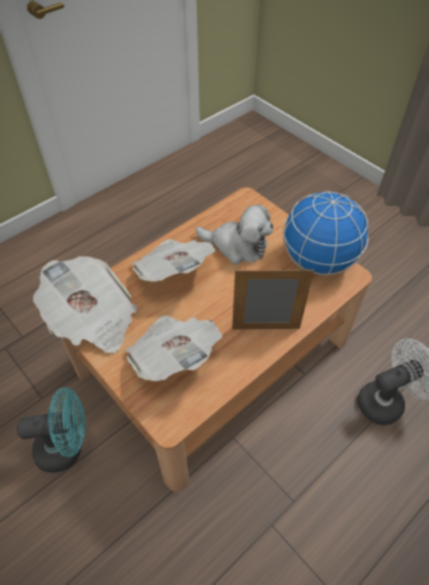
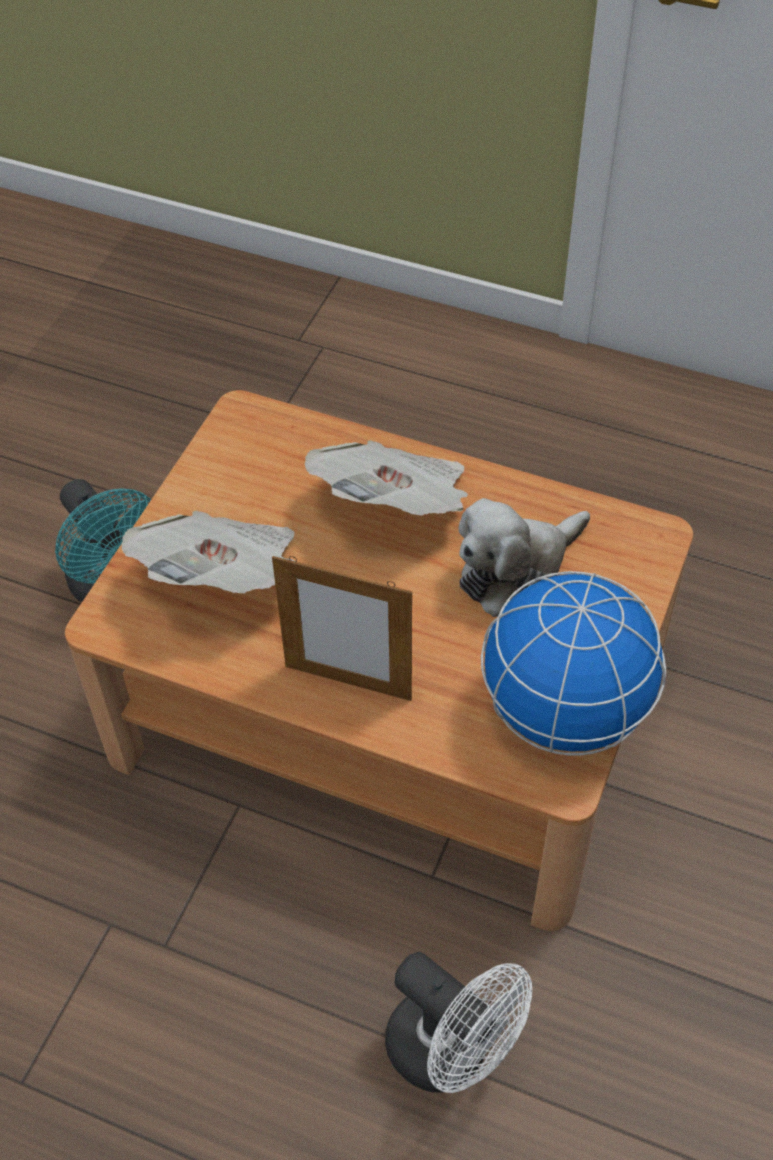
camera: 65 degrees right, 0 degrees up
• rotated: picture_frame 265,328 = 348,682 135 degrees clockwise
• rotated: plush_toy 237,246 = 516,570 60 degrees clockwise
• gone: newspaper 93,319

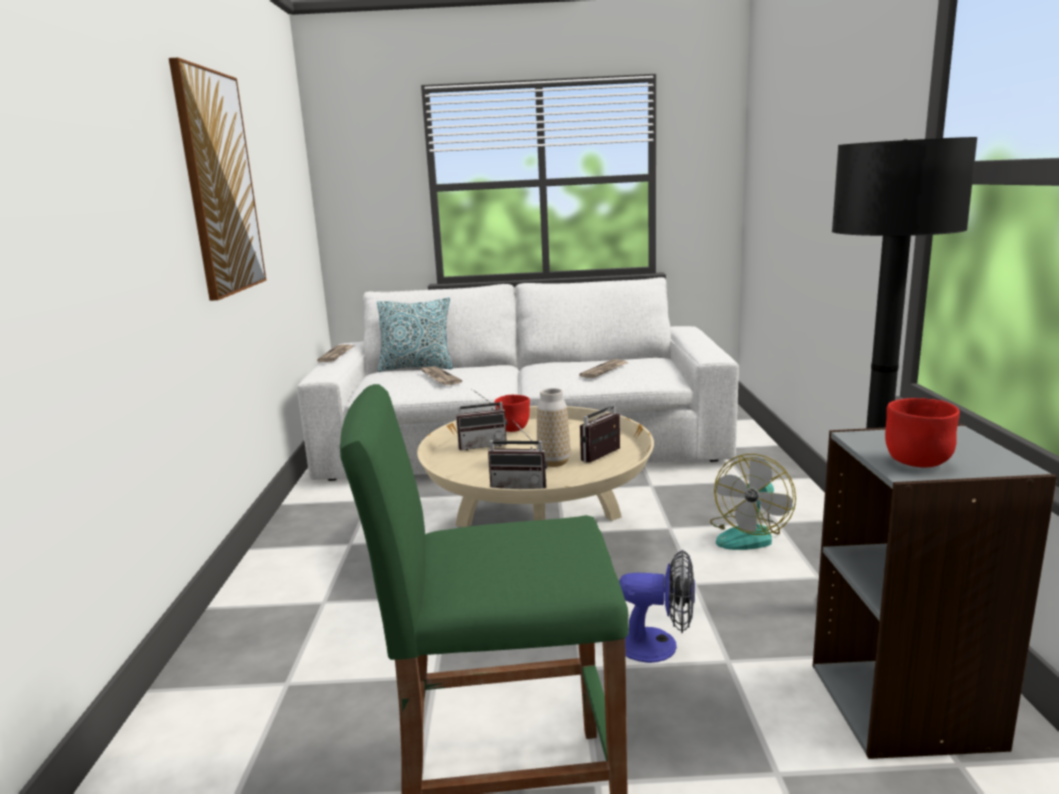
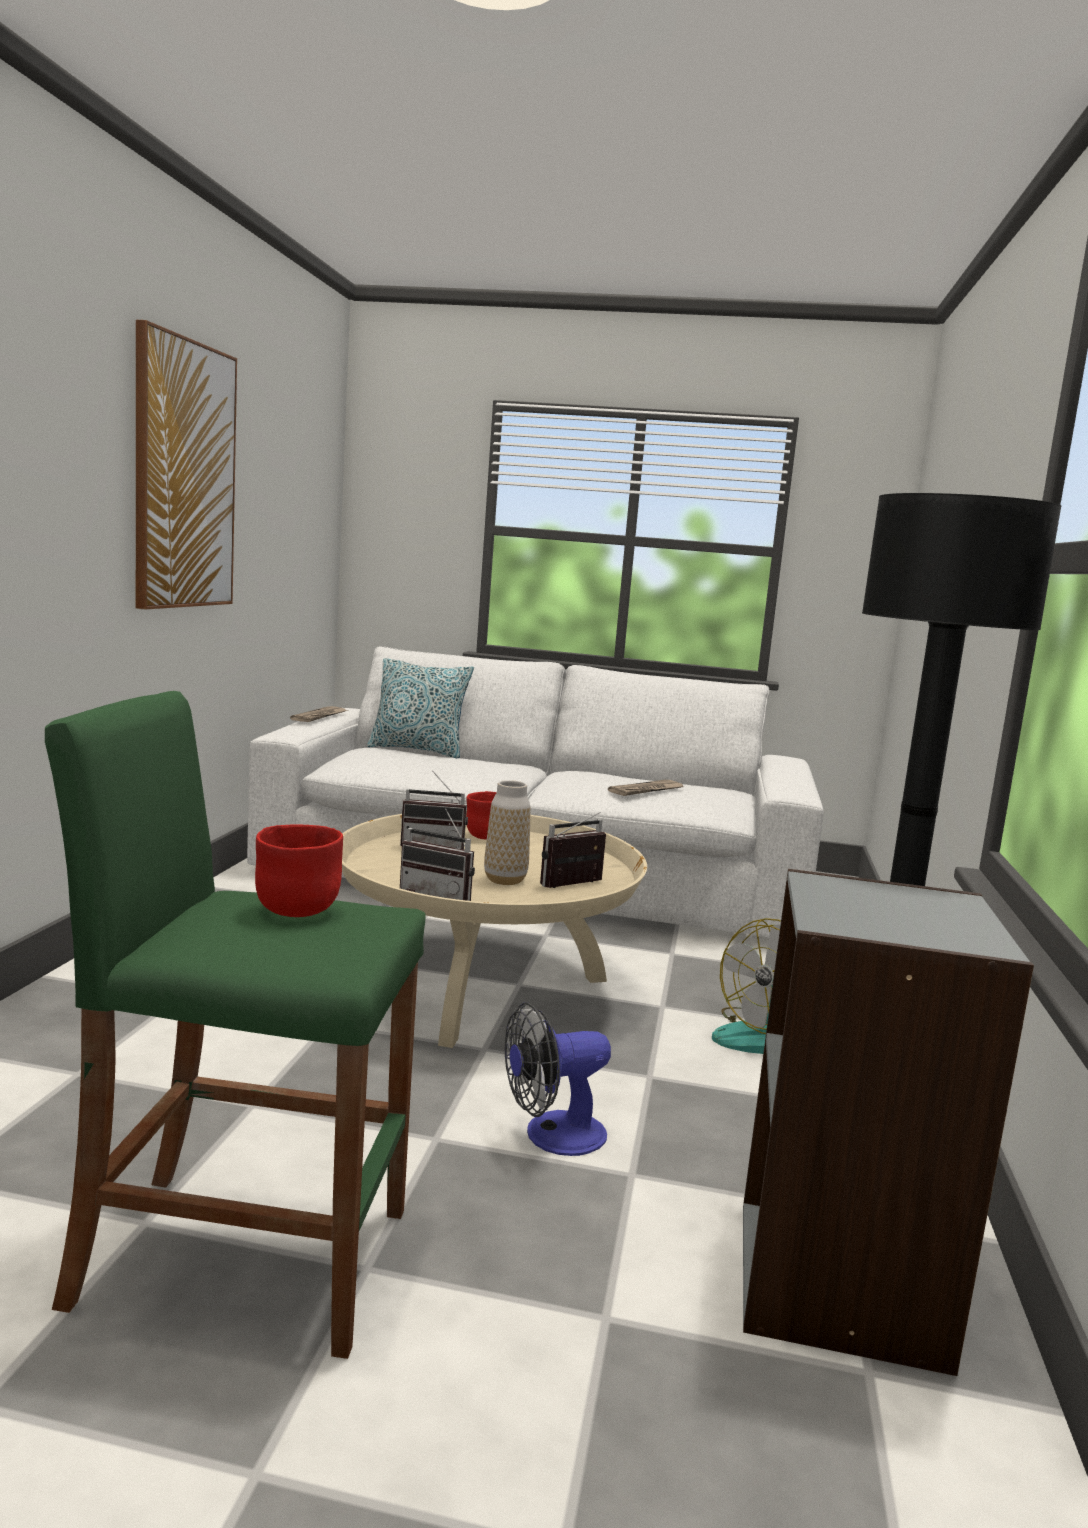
camera: 10 degrees right, 5 degrees down
• shifted: red_bowl 916,461 to 297,909
• rotated: fan 658,645 = 552,1136 135 degrees clockwise
• gone: newspaper 439,377

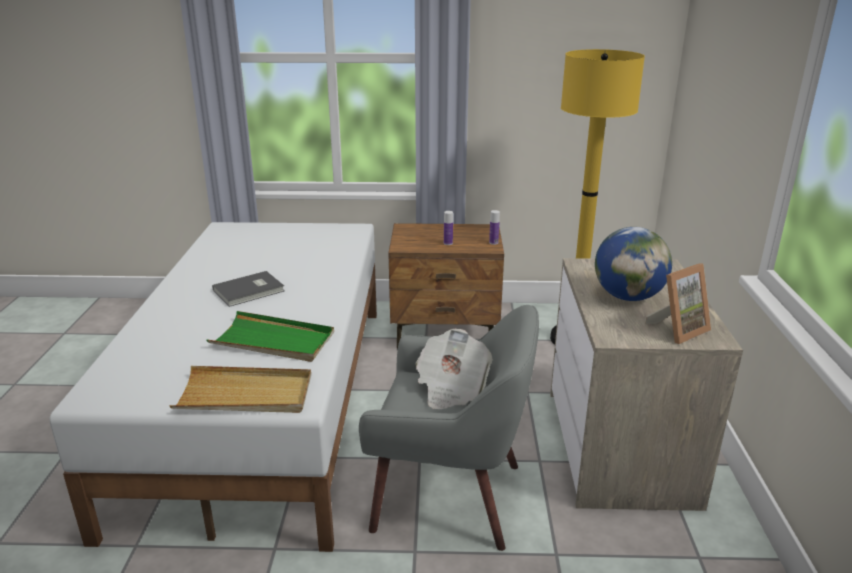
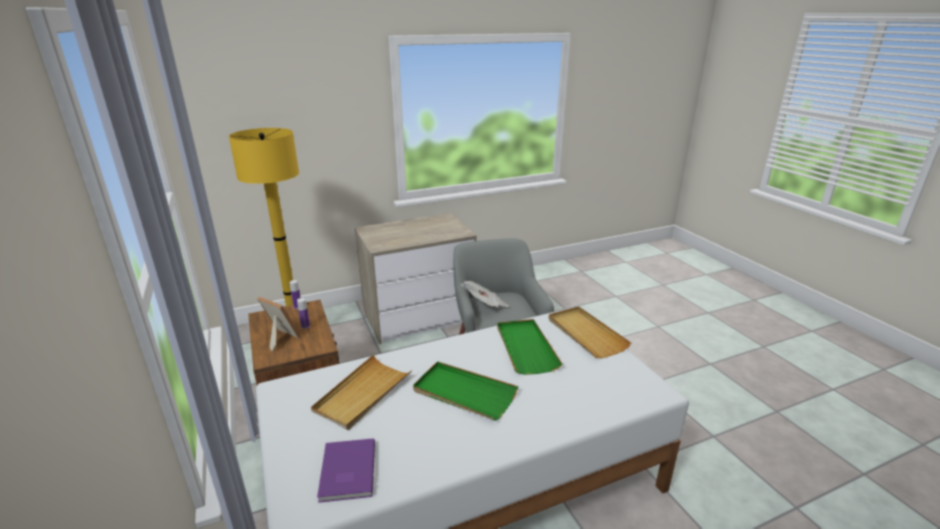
camera: 115 degrees left, 0 degrees up
• shifted: picture_frame 677,330 to 279,338
• new: beige_tray 362,394
• new: purple_book 346,472
• swapped: grey_book 250,291 to green_tray 464,393
• gone: globe 628,297

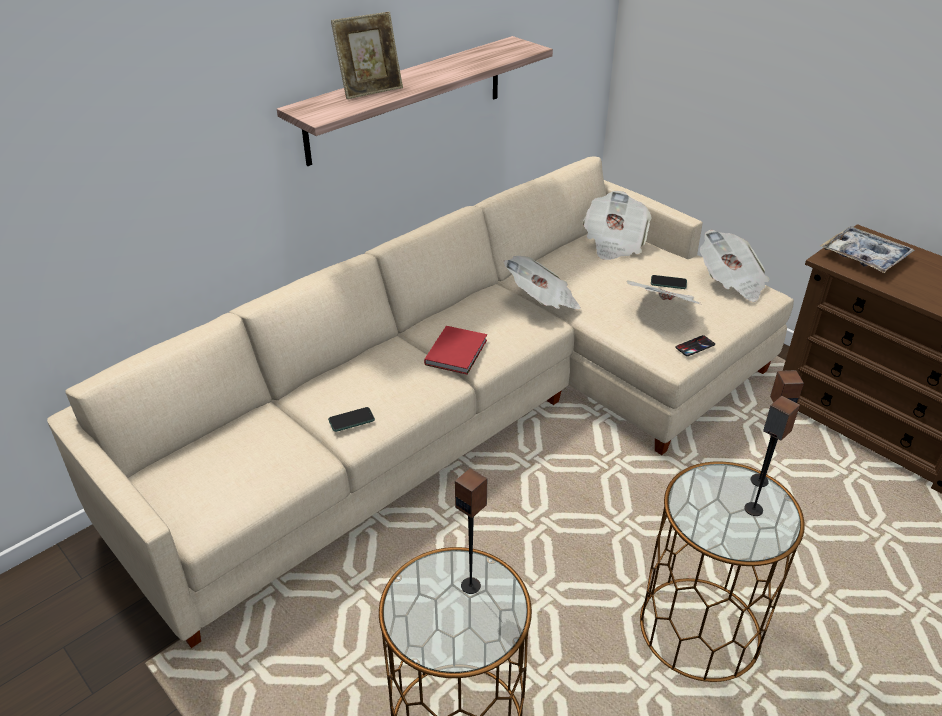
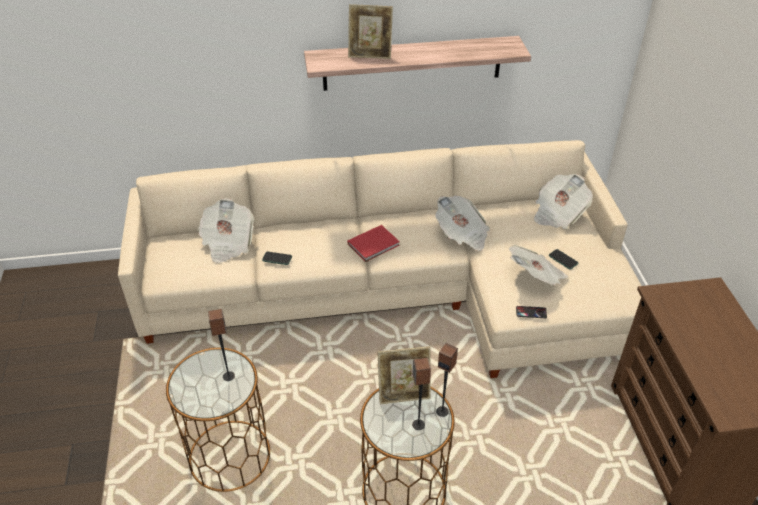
camera: 35 degrees right, 5 degrees up
• shifted: newspaper 731,282 to 227,243
• new: picture_frame 404,393
• gone: tray 864,257

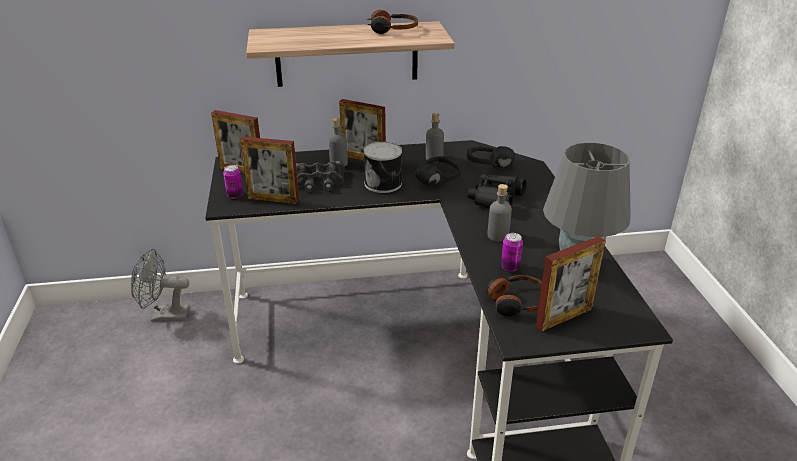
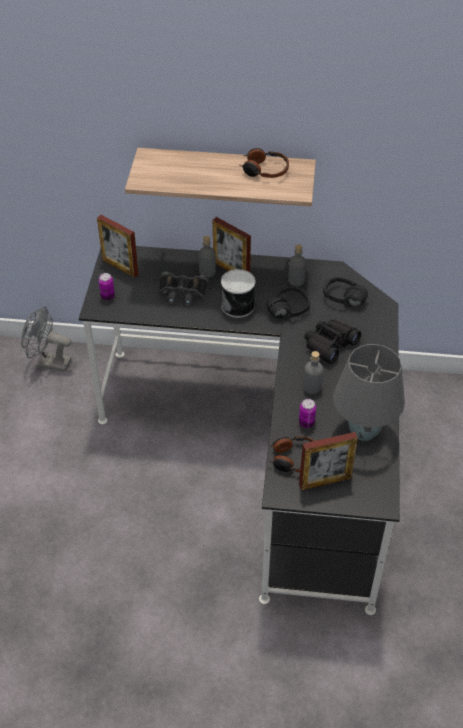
camera: 15 degrees right, 15 degrees up
• gone: picture_frame 273,199

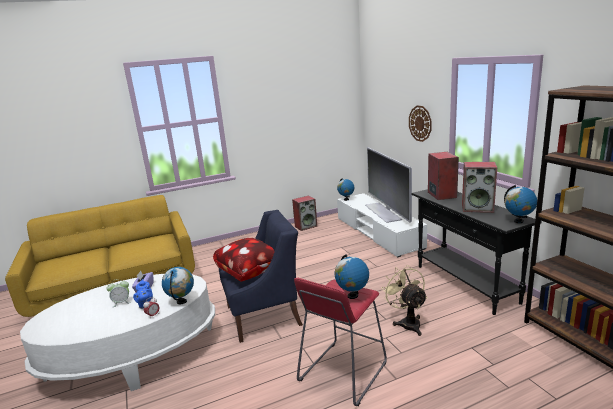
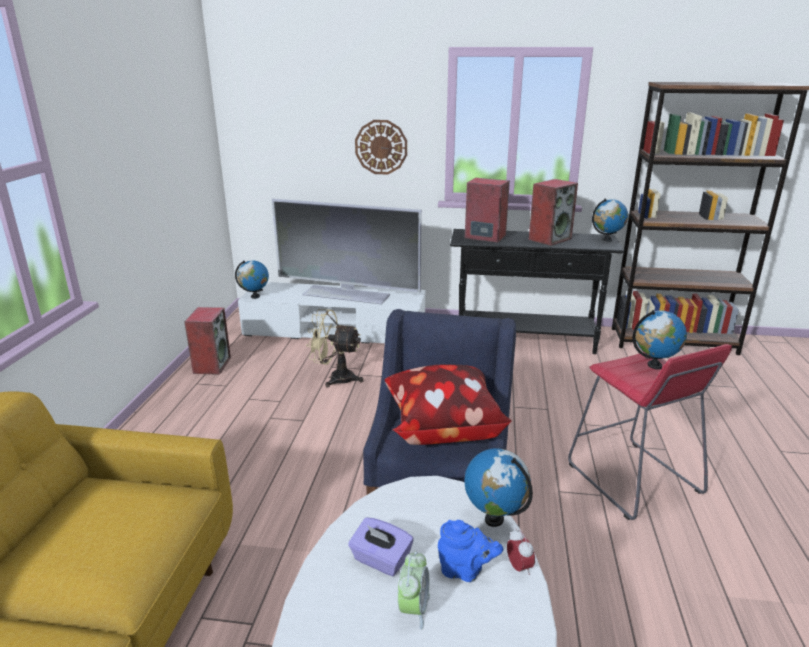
camera: 60 degrees left, 5 degrees up
• shifted: beige_fan 407,322 to 335,378

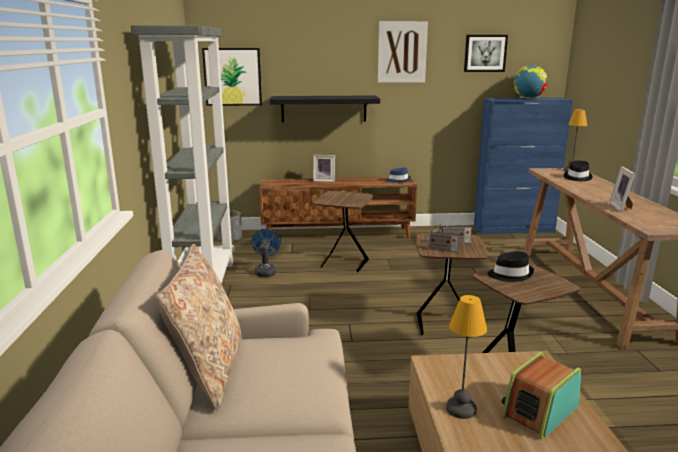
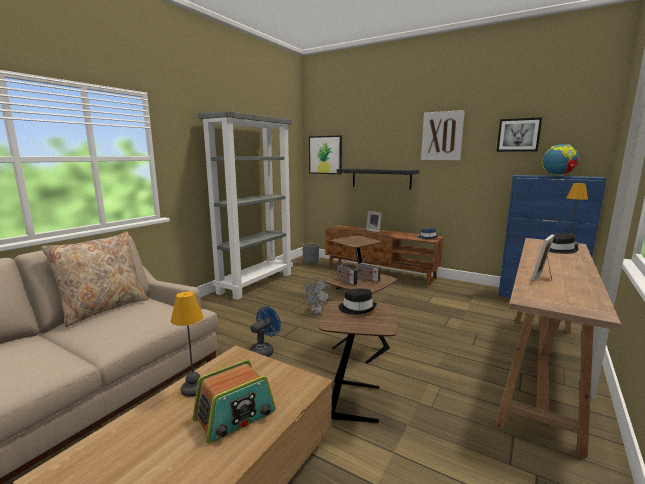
camera: 35 degrees right, 5 degrees down
• rotated: radio 540,411 = 235,416 150 degrees clockwise
• shifted: blue_fan 266,271 to 264,351
• new: grey_fan 316,312

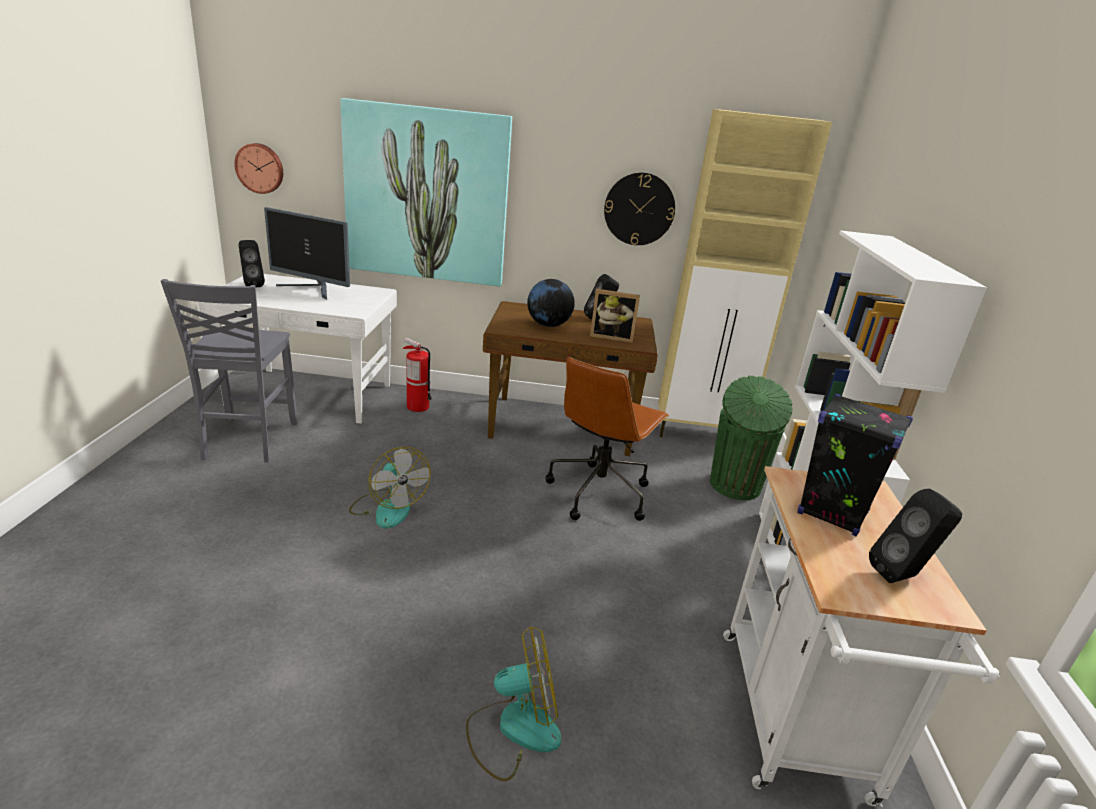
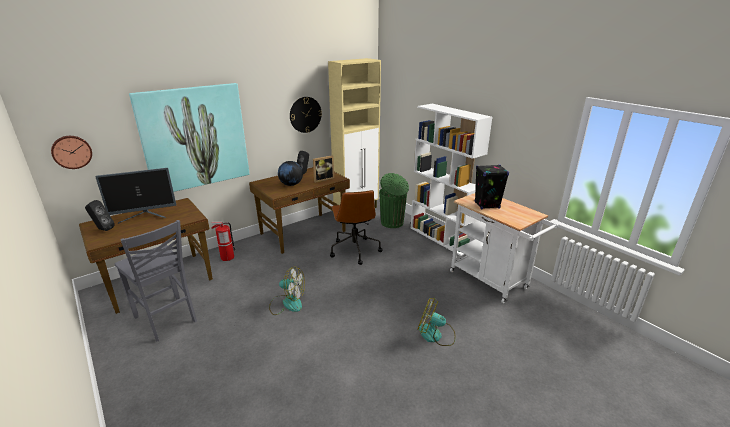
camera: 40 degrees left, 0 degrees up
• repainted: white_desk 311,396 to brown_desk 160,281
• rotated: fan 513,729 = 435,335 105 degrees counterclockwise
• gone: black_speaker 902,575

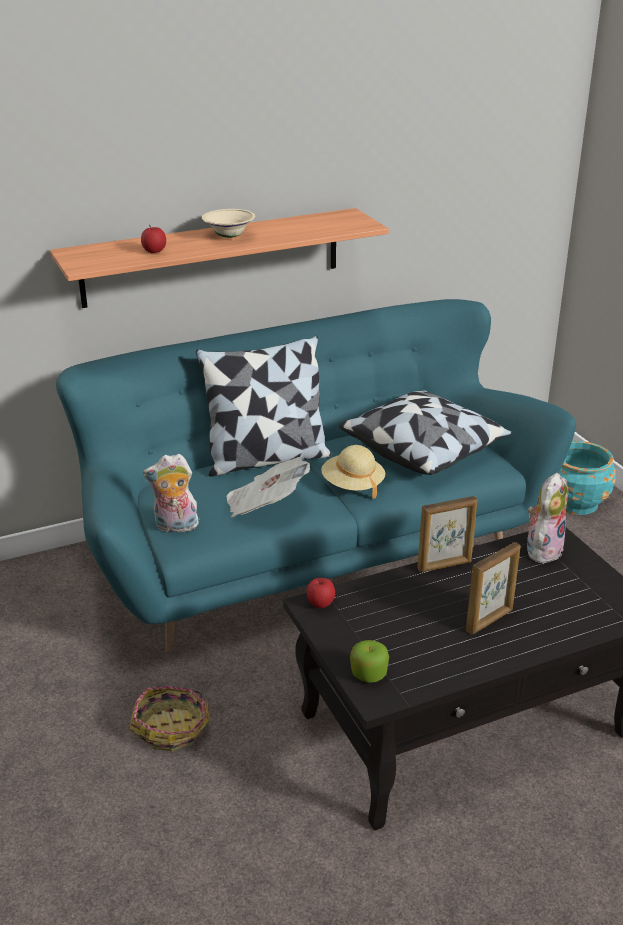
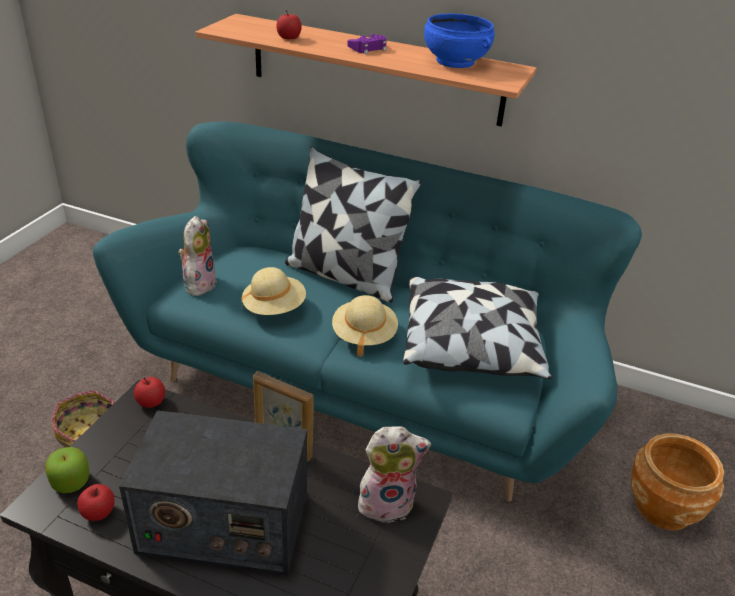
camera: 45 degrees right, 5 degrees up
• new: apple 99,512
• swapped: picture_frame 490,621 to radio 223,523
• rotated: plush_toy 175,527 = 198,283 60 degrees clockwise
• swapped: newspaper 265,506 to beige_hat 274,308
• swapped: beige_bowl 229,236 to purple_game_controller 368,48
• new: blue_bowl 454,62
• repainted: turquoise_planter 576,502 to brown_planter 664,507

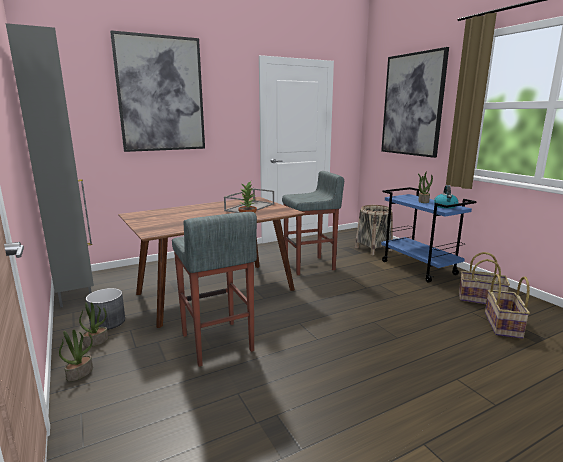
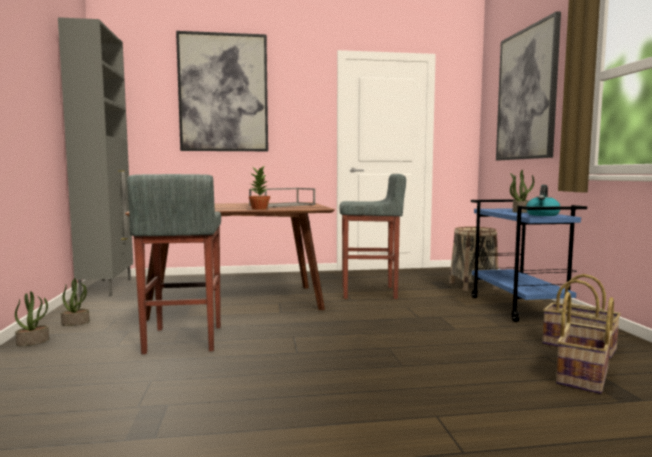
camera: 20 degrees right, 10 degrees down
• gone: grey_planter 107,322

